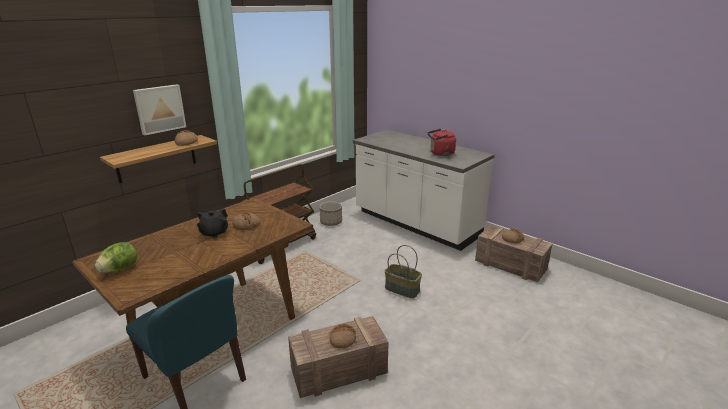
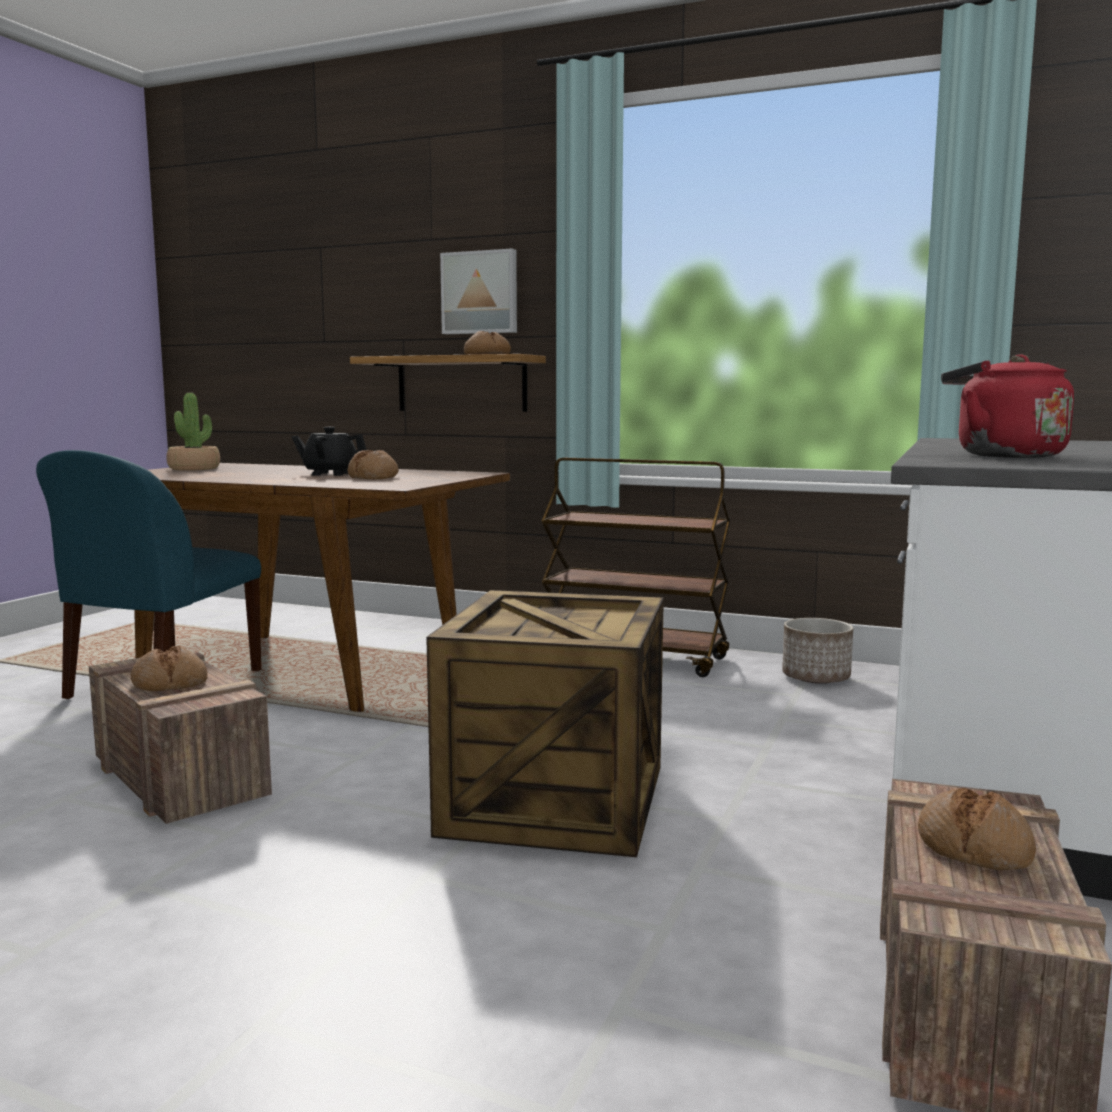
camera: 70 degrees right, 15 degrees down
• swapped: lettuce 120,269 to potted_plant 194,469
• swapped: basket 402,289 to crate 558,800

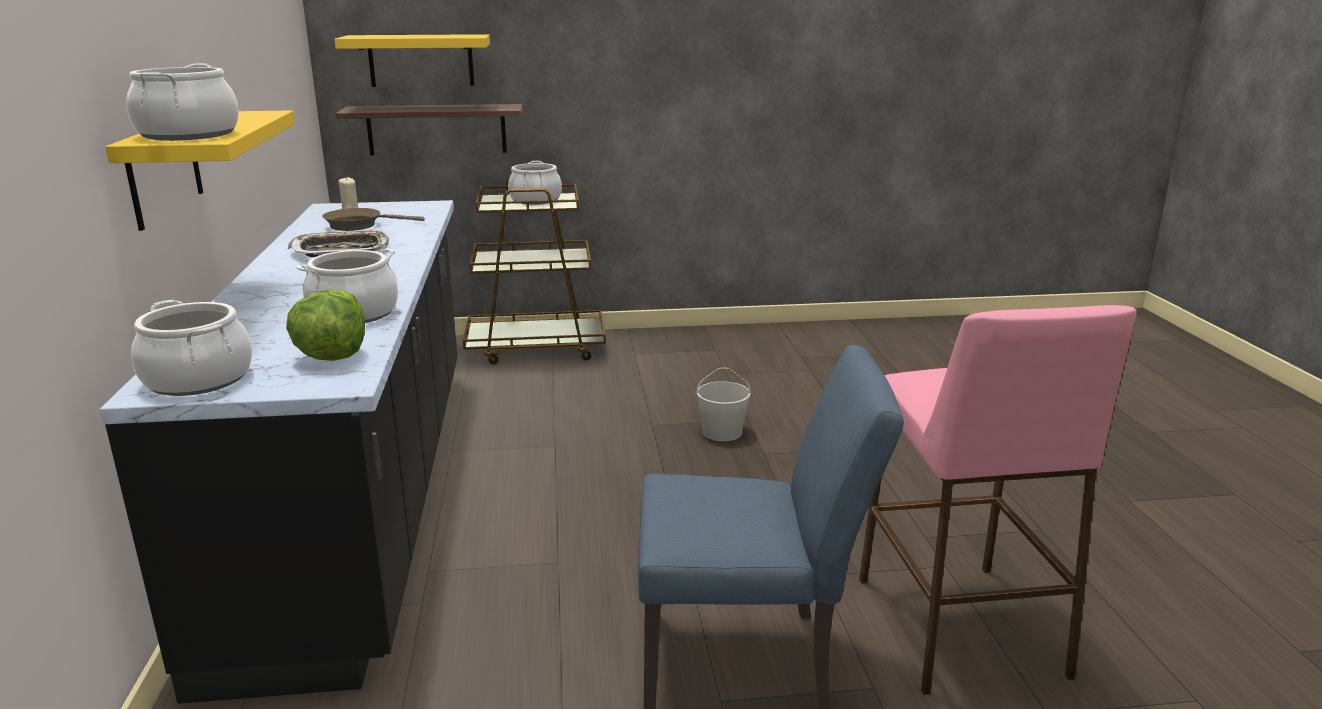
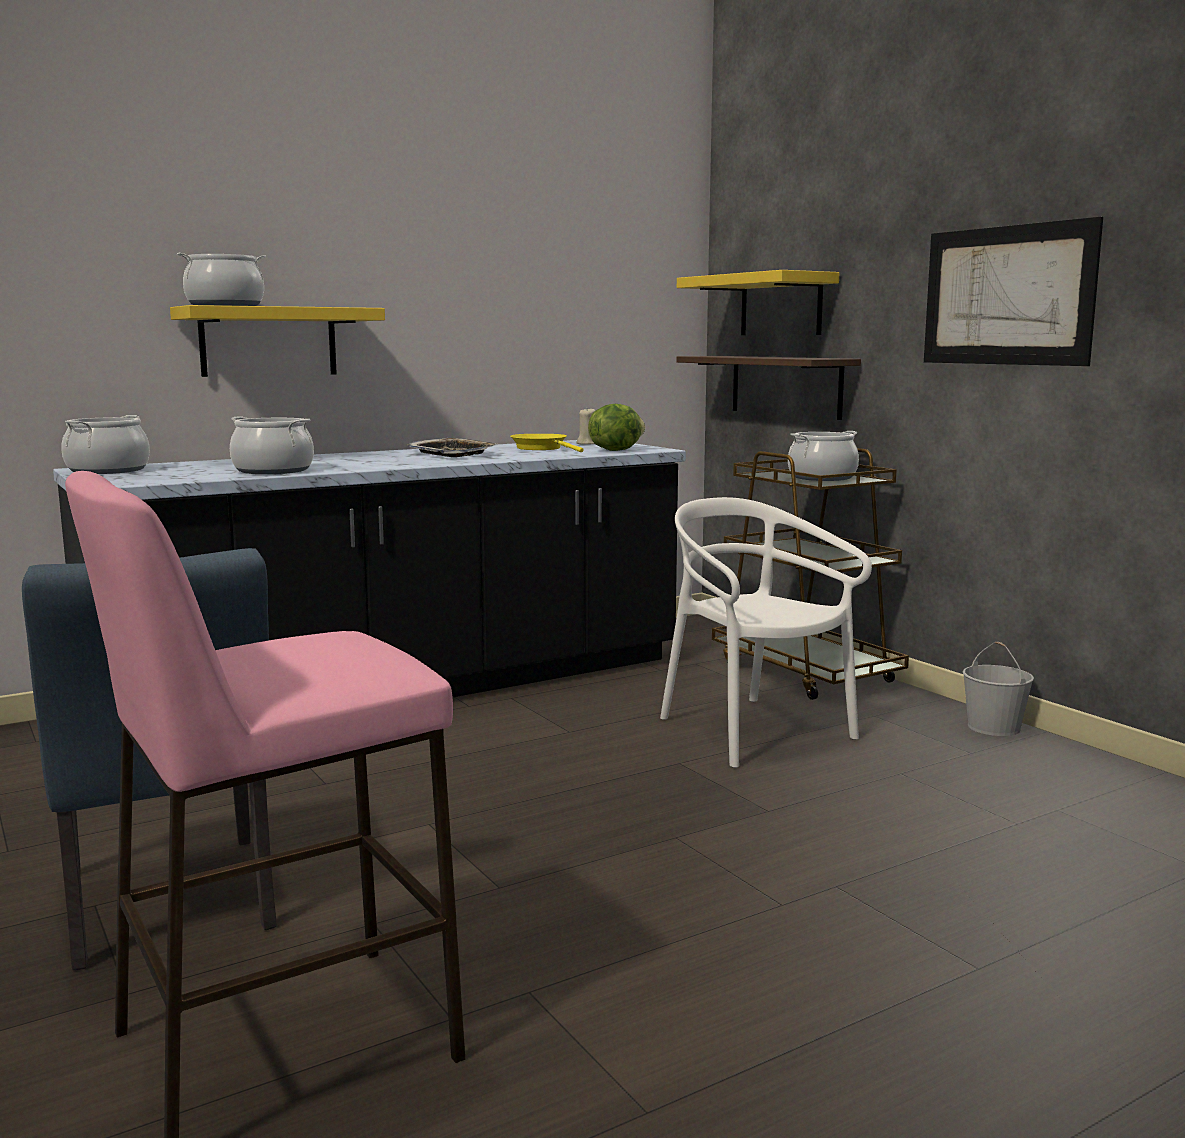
camera: 65 degrees right, 10 degrees down
• repainted: brown_frying_pan 358,225 to yellow_frying_pan 542,448
• shifted: lettuce 331,357 to 615,450
• new: white_chair 753,731
• new: picture 1007,295
• shifted: white_bucket 721,432 to 992,727

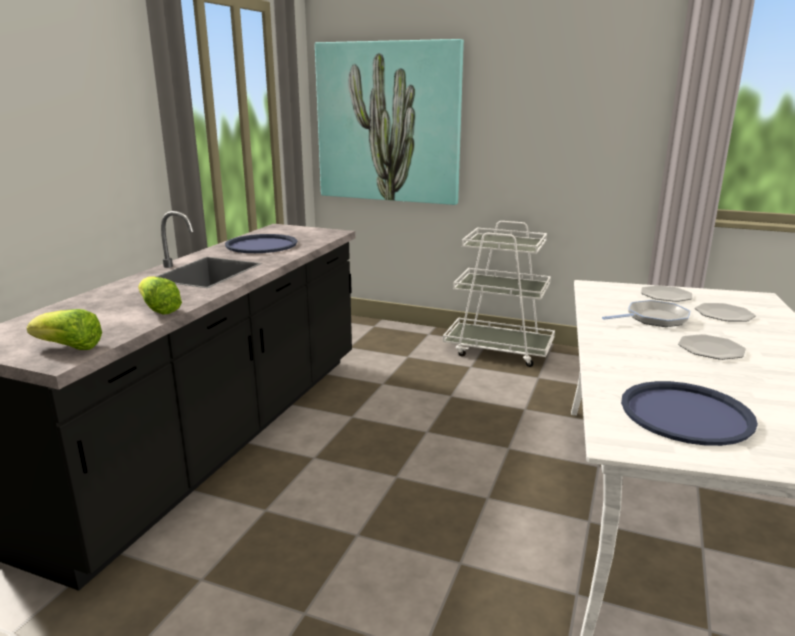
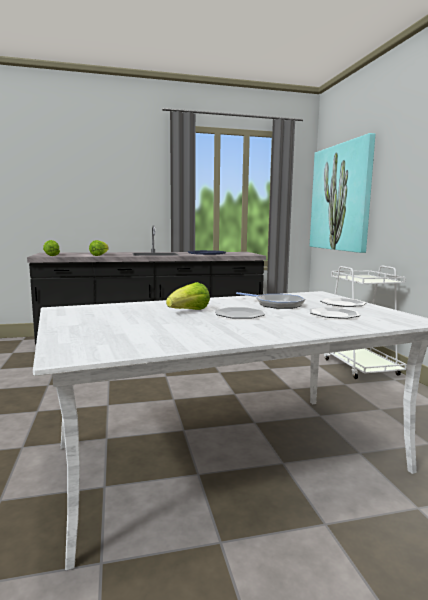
camera: 55 degrees right, 10 degrees down
• new: lettuce 189,311
• gone: blue_tray 685,414

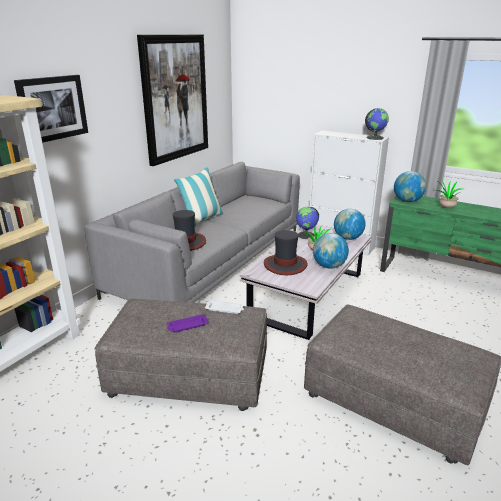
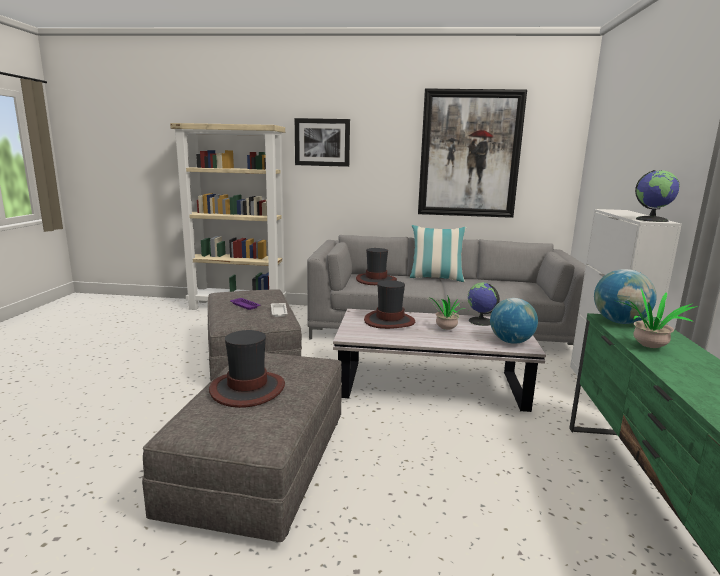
camera: 65 degrees right, 10 degrees down
• new: hat 247,389
• gone: globe 329,266

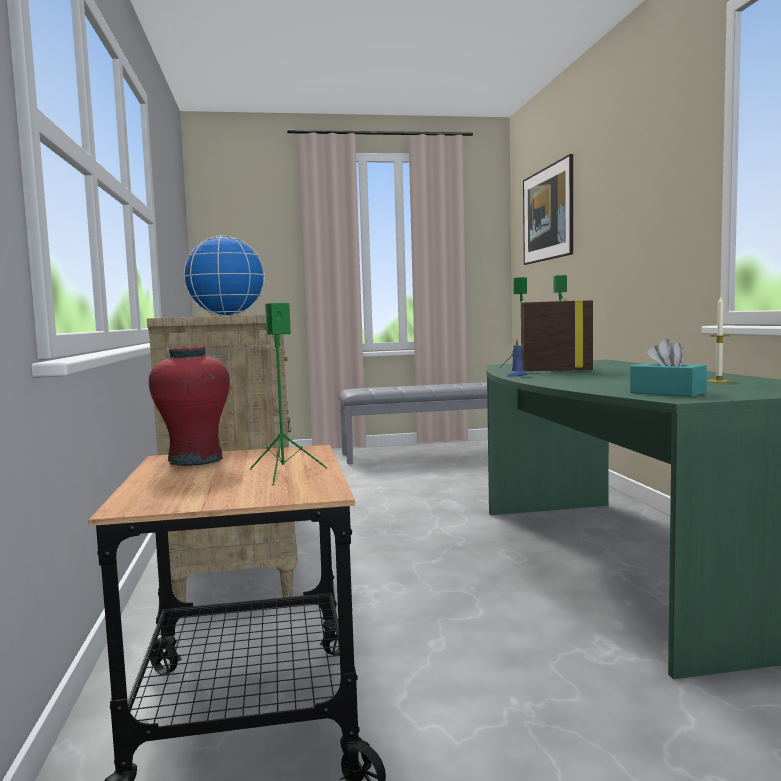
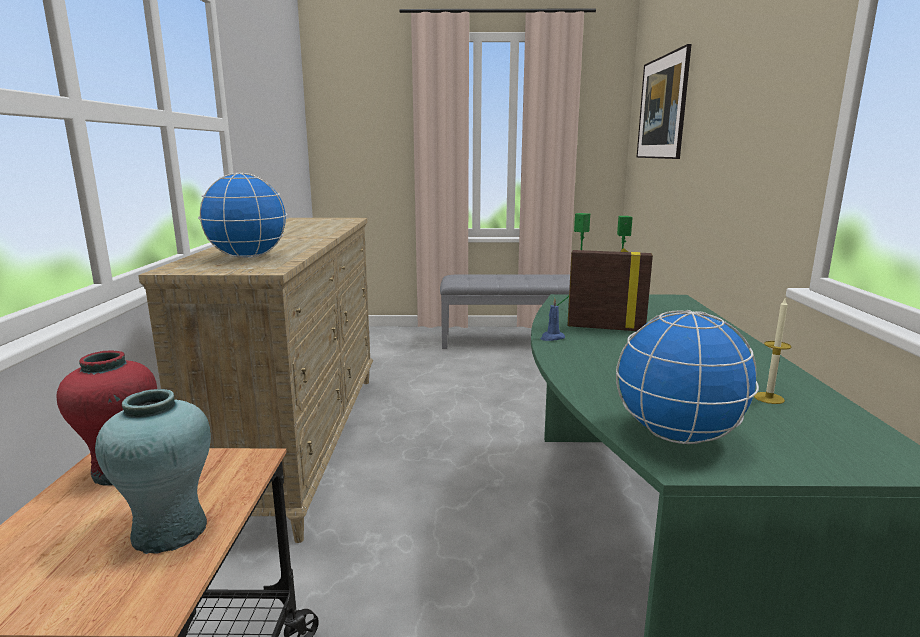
camera: 10 degrees right, 10 degrees up
• swapped: green_speaker 283,474 to turquoise_vase 169,531
• swapped: turquoise_tissue_box 667,393 to globe 678,436

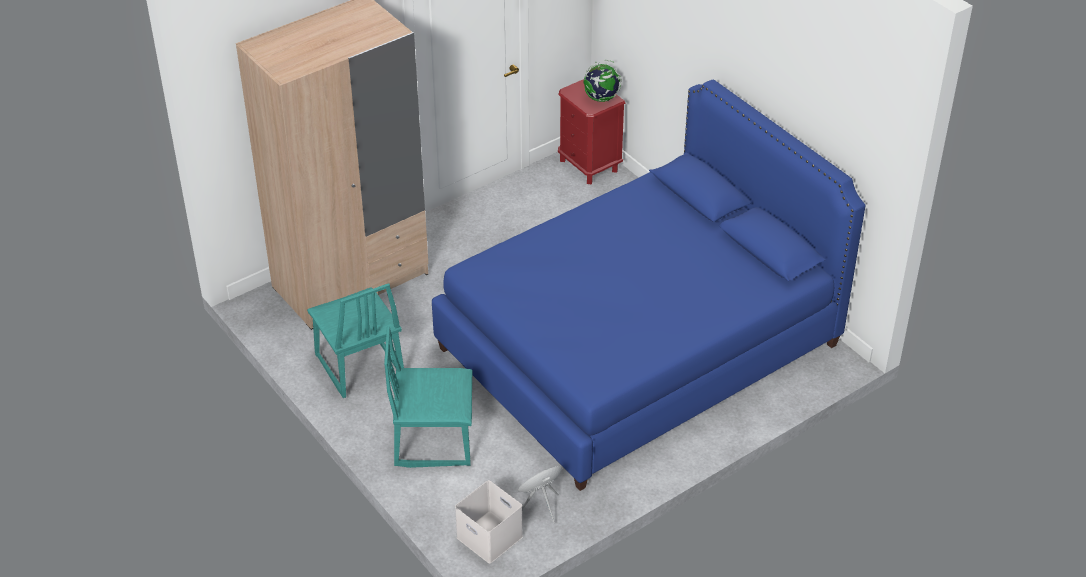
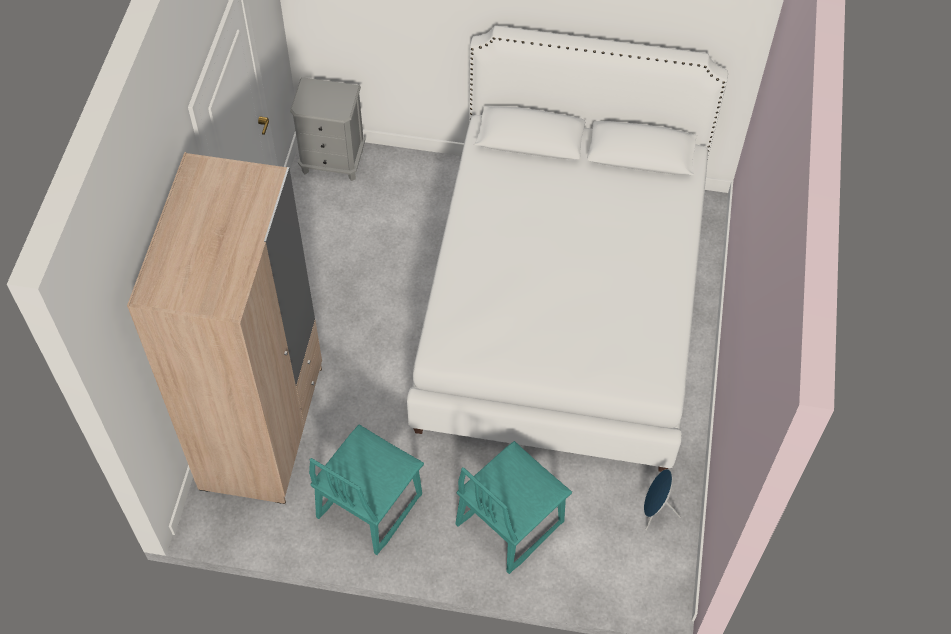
camera: 45 degrees left, 15 degrees up
• repainted: red_nightstand 589,165 to grey_nightstand 333,161
• rotated: turquoise_chair 358,366 = 368,505 105 degrees clockwise
• repainted: blue_bed 638,346 to white_bed 562,306
• gone: white_storage_box 488,537
• gone: globe 601,98

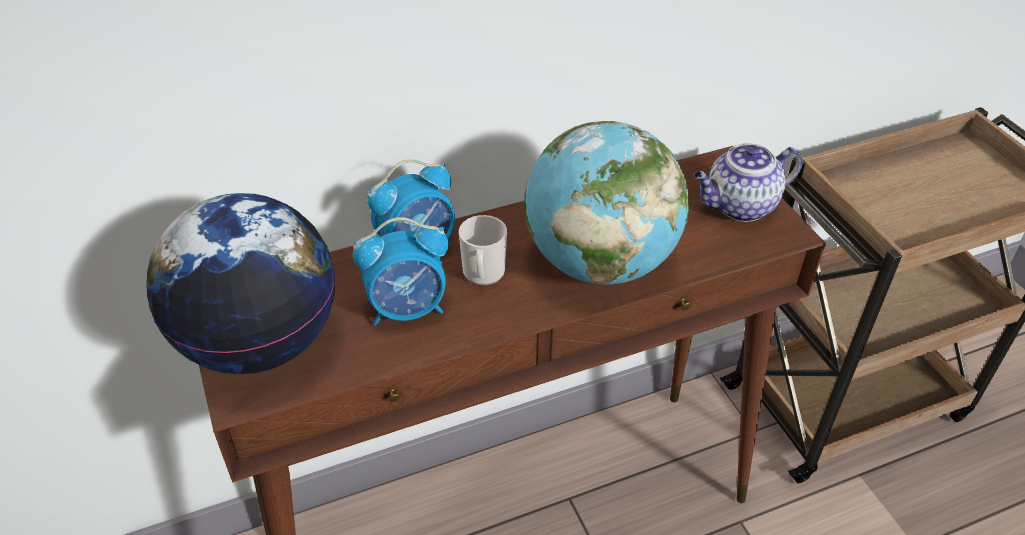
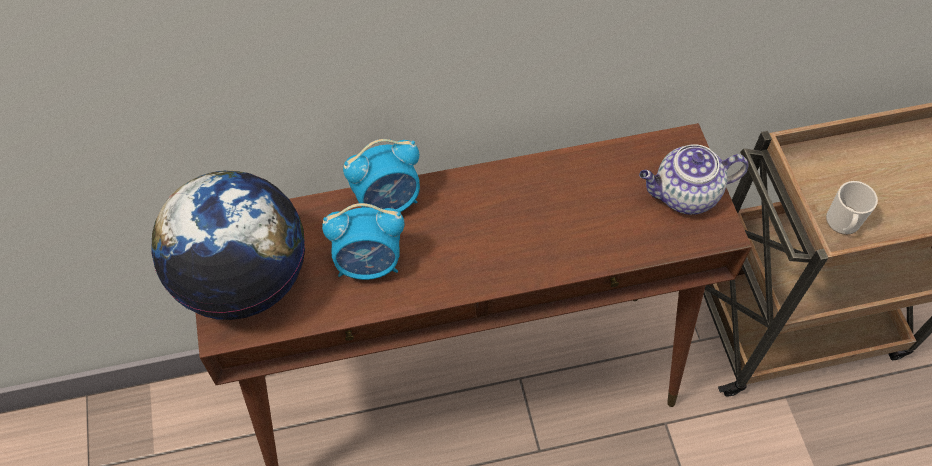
camera: 10 degrees right, 15 degrees up
• shifted: mug 483,274 to 842,224
• gone: globe 599,262

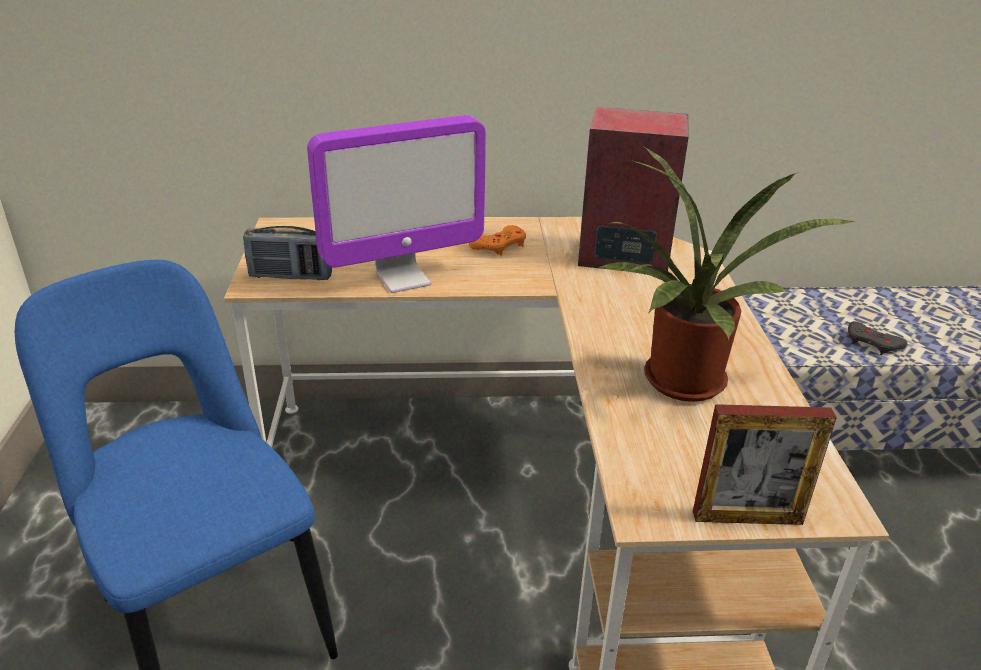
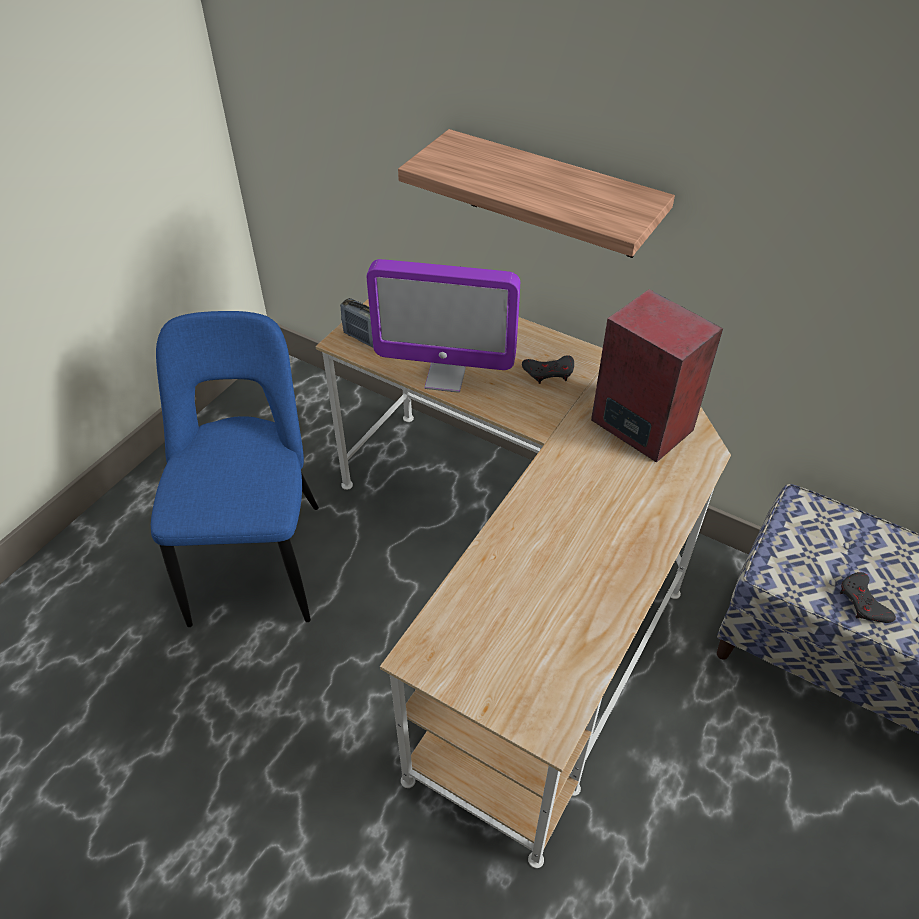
camera: 35 degrees right, 15 degrees up
• new: shelf 553,195
• repainted: orange_game_controller 500,245 to grey_game_controller 549,372
• gone: potted_plant 682,386
• gone: picture_frame 747,518

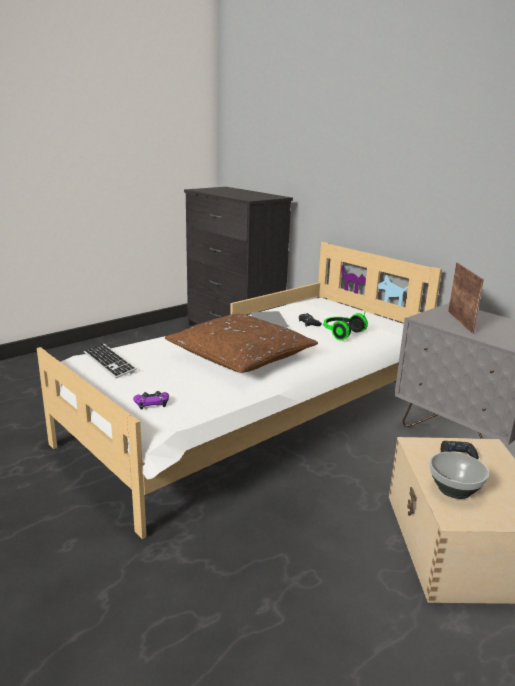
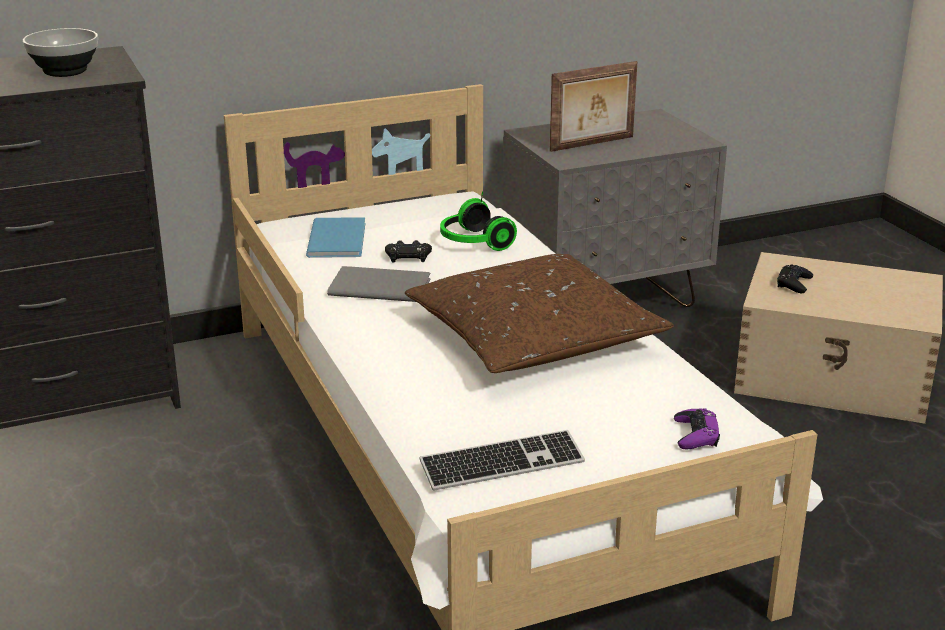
camera: 70 degrees left, 5 degrees up
• shifted: bowl 454,490 to 66,71
• new: blue_book 339,238
• rotated: picture_frame 461,321 = 592,144 135 degrees clockwise

